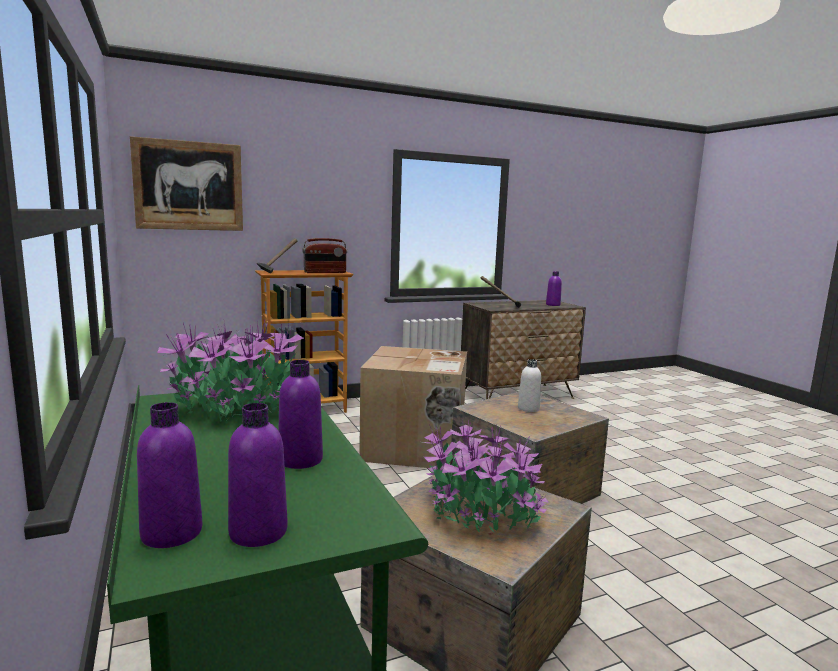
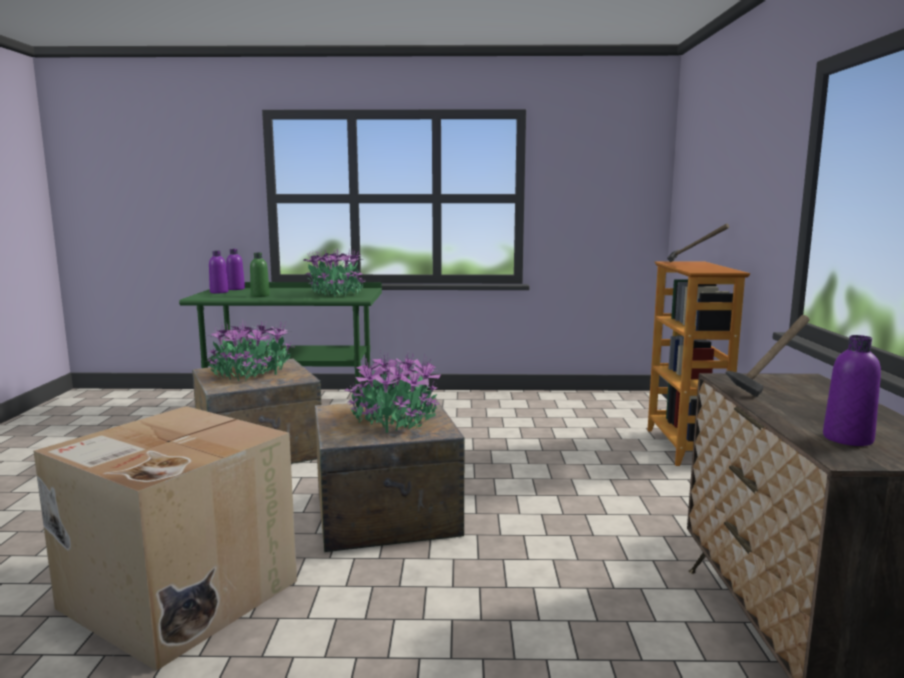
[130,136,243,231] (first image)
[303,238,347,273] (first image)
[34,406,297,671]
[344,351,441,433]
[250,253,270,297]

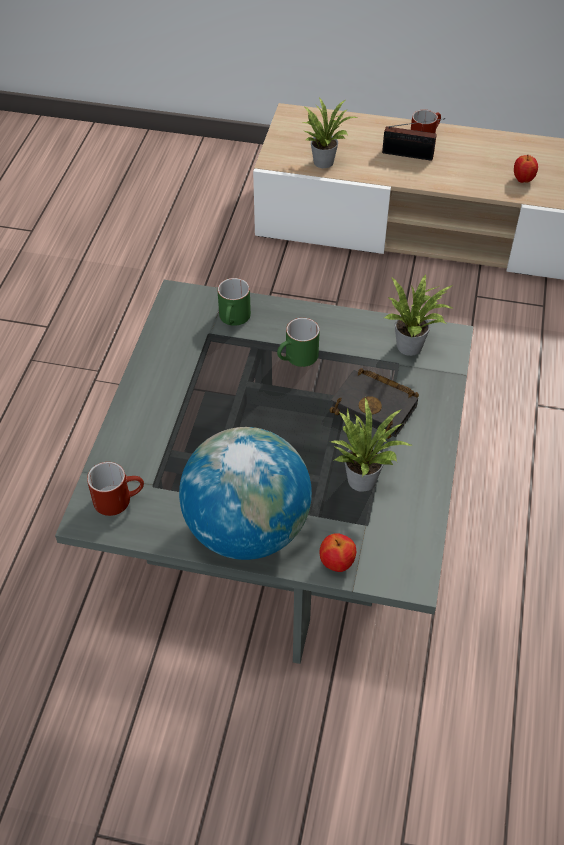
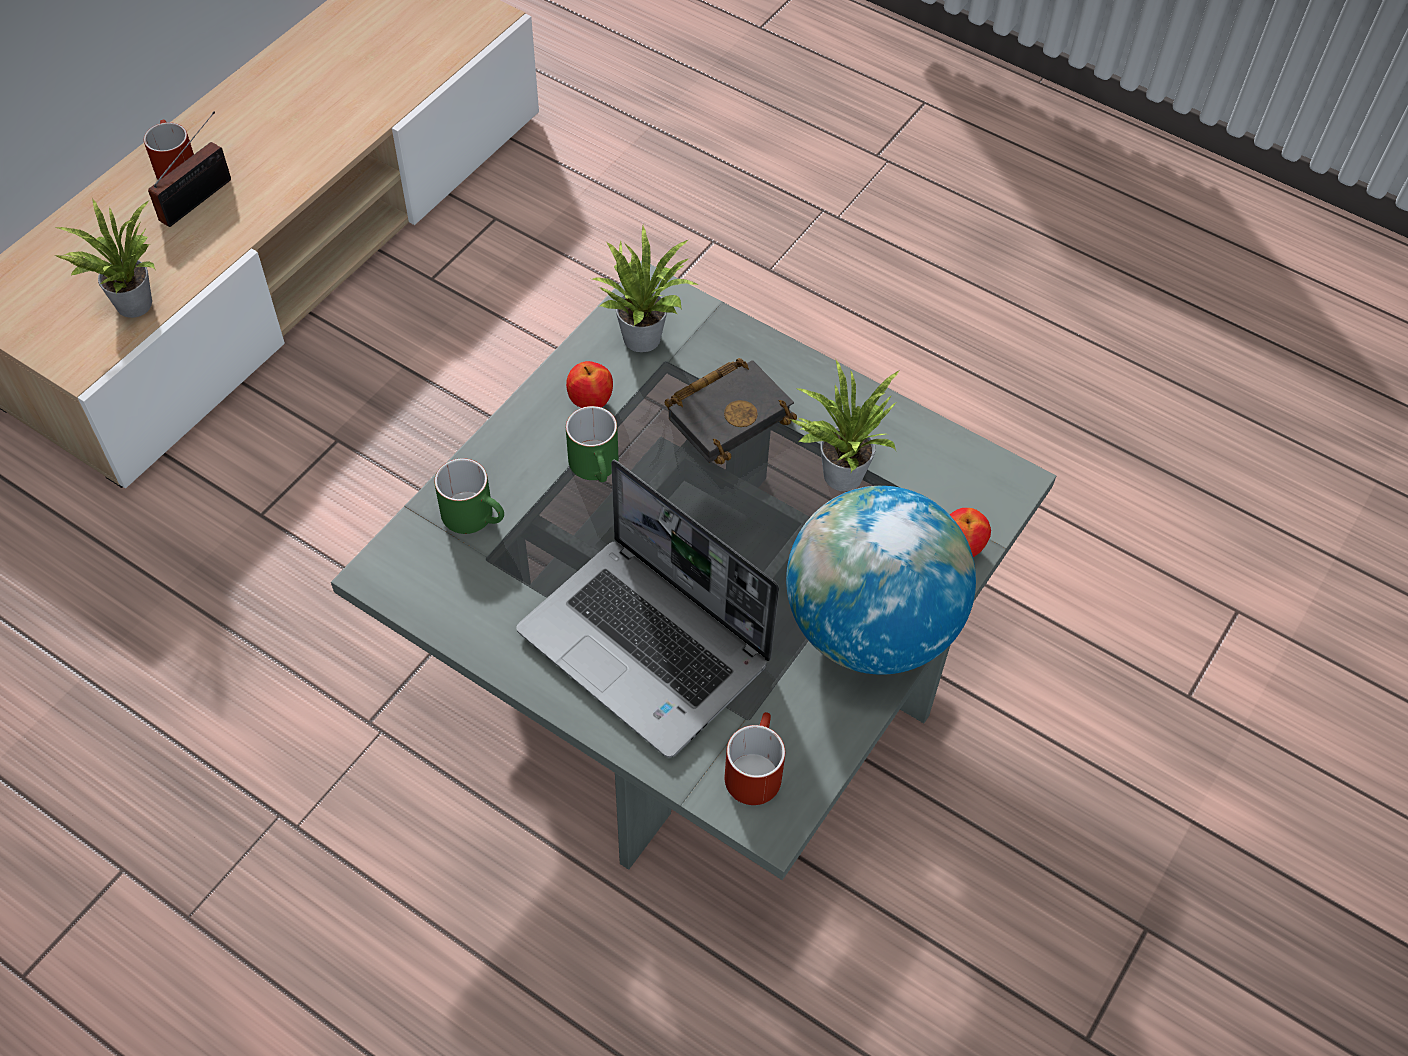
[516,459,779,758]
[566,361,613,408]

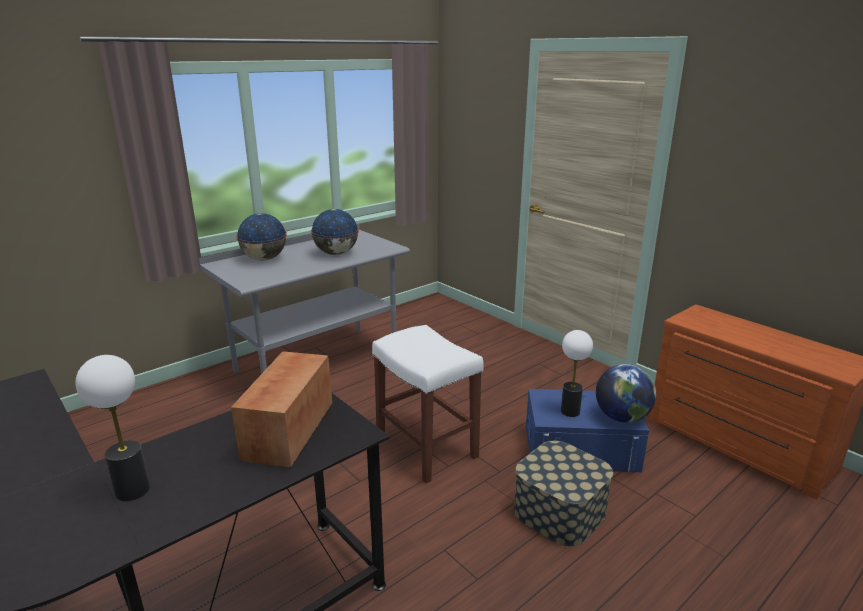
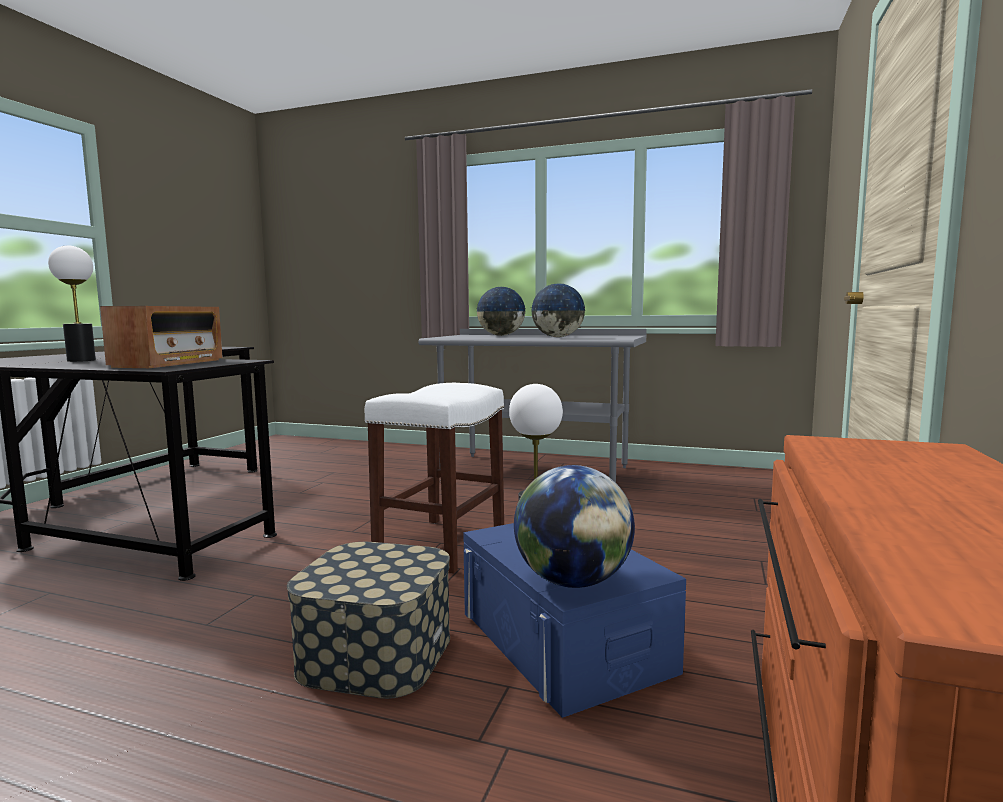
[100,306,223,368]

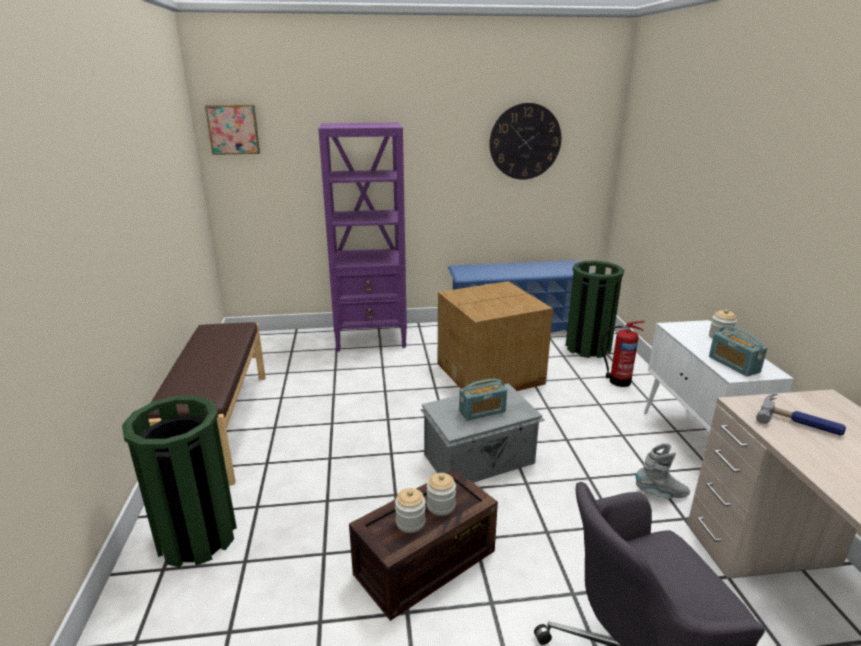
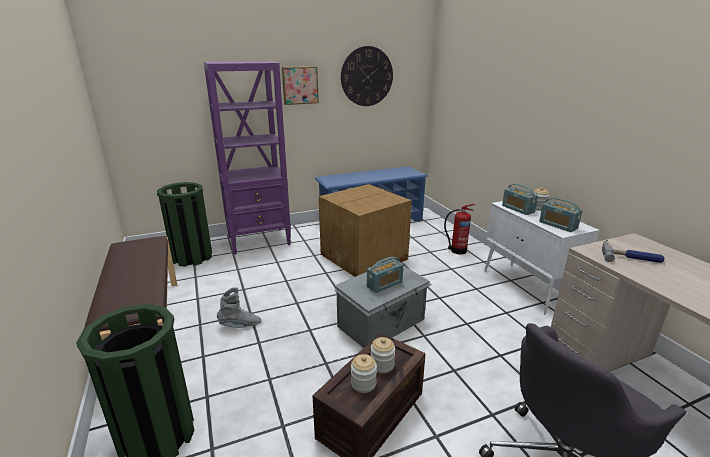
[502,184,538,215]
[282,66,319,105]
[157,182,212,267]
[217,287,261,328]

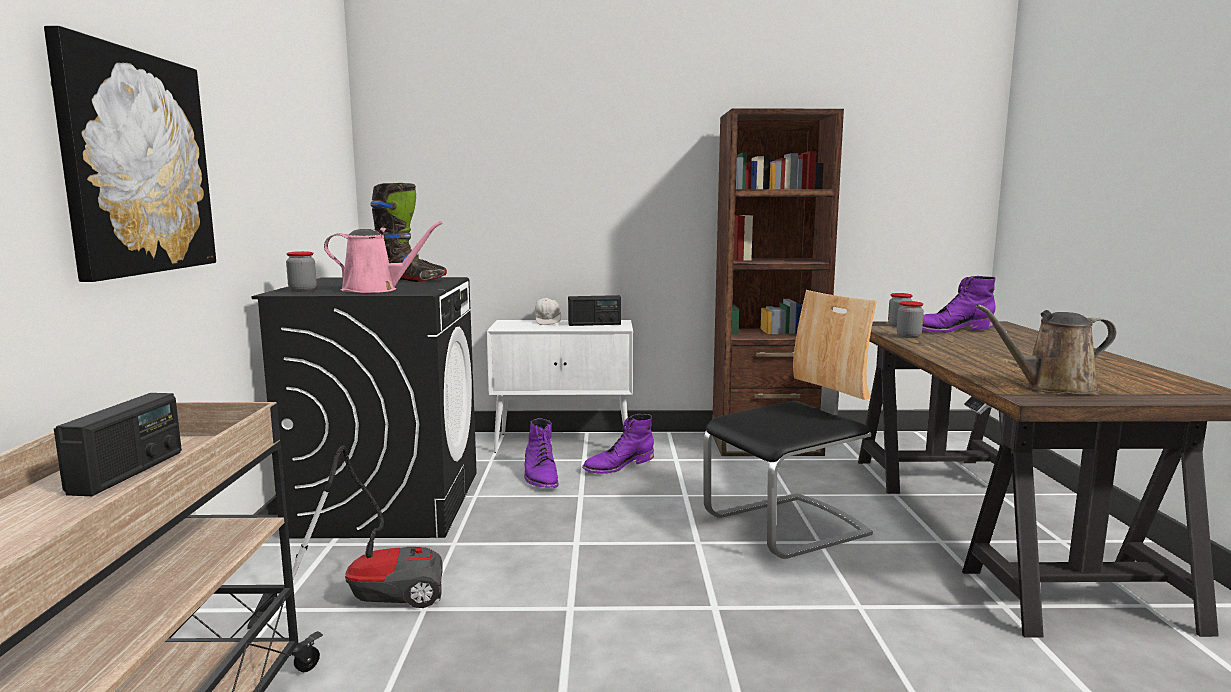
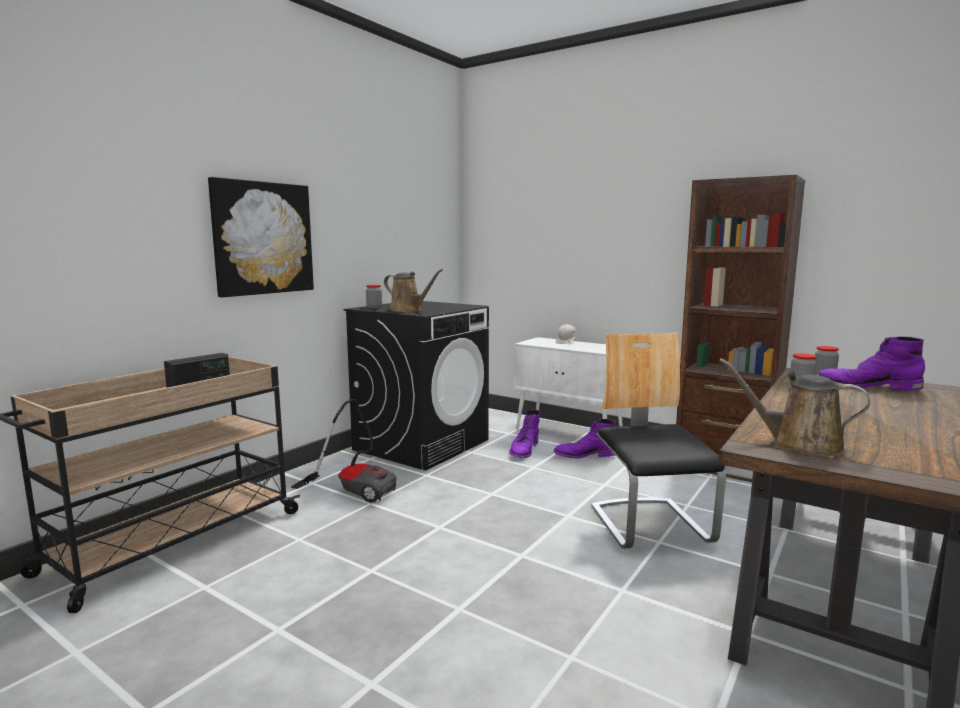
[370,183,447,282] (first image)
[568,295,621,326] (first image)
[384,269,443,312]
[591,332,726,549]

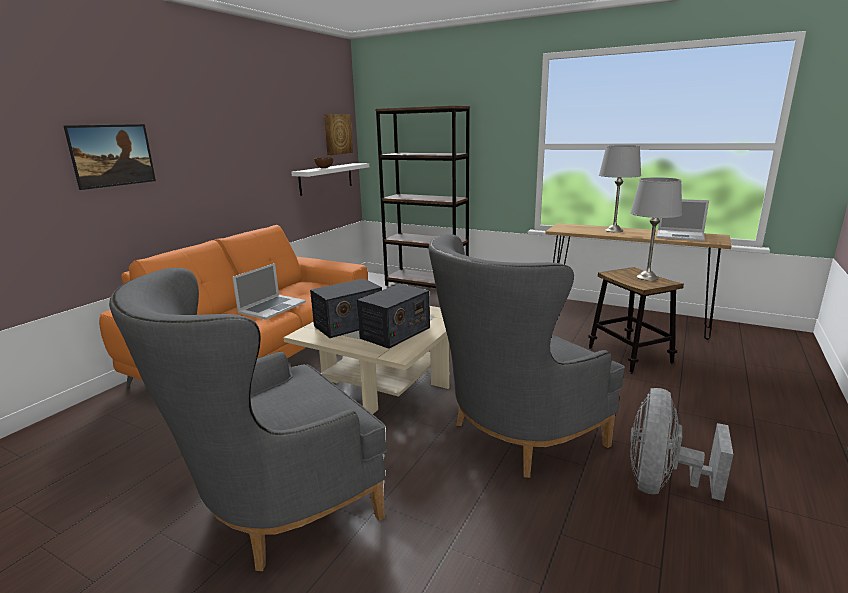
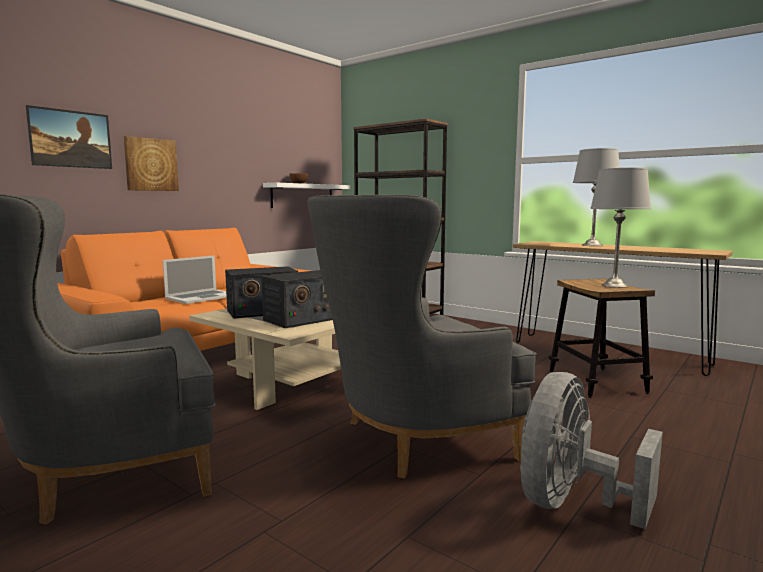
[656,199,709,241] (first image)
[124,136,179,191]

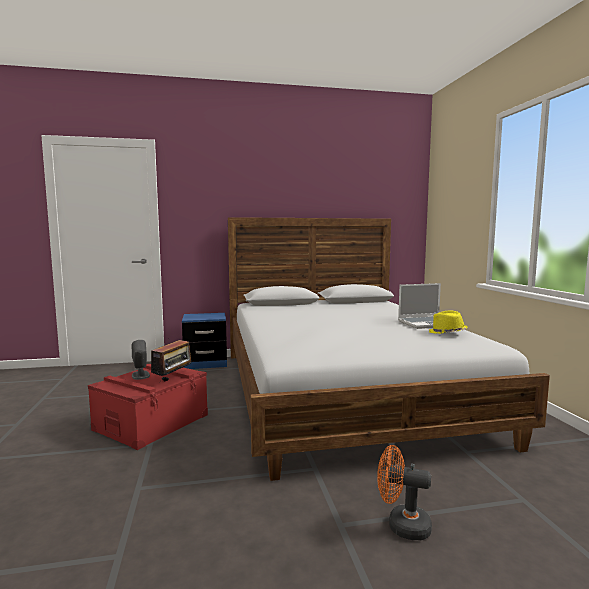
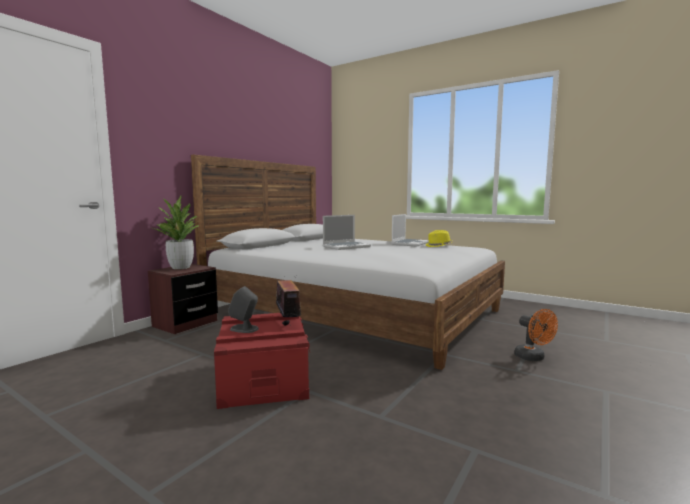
[153,196,199,269]
[323,215,371,250]
[148,264,218,334]
[514,309,558,361]

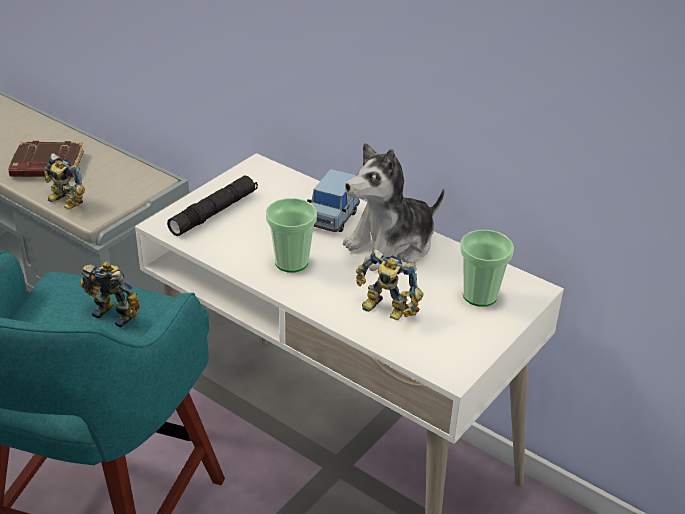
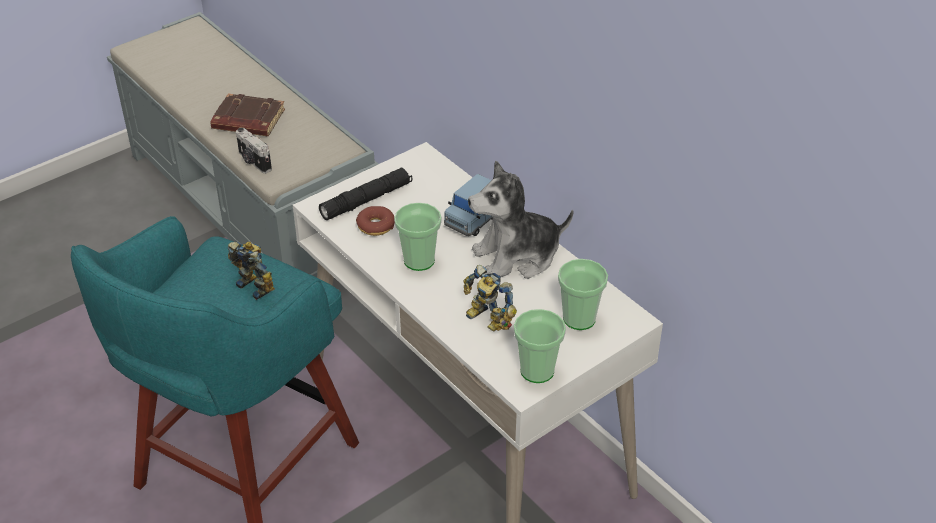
[356,206,395,236]
[514,309,566,383]
[236,128,272,174]

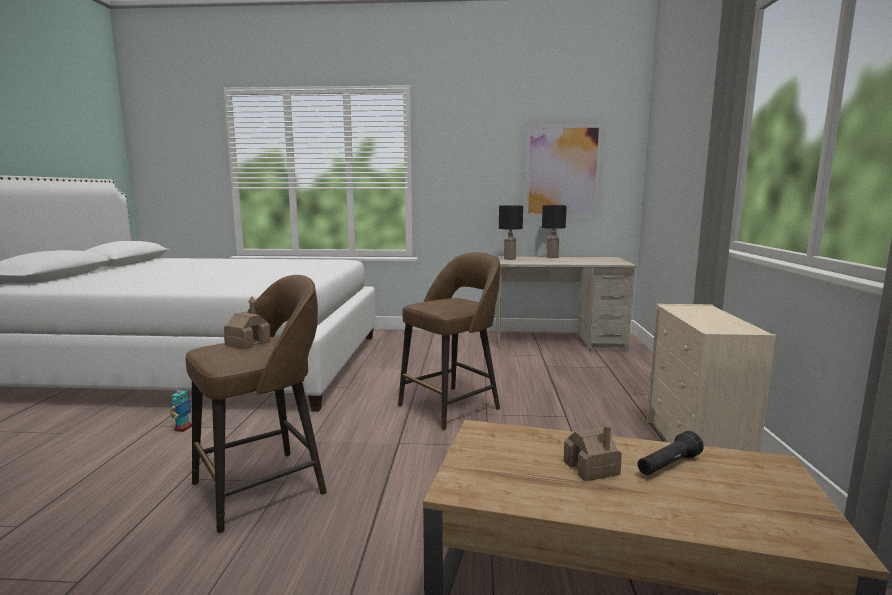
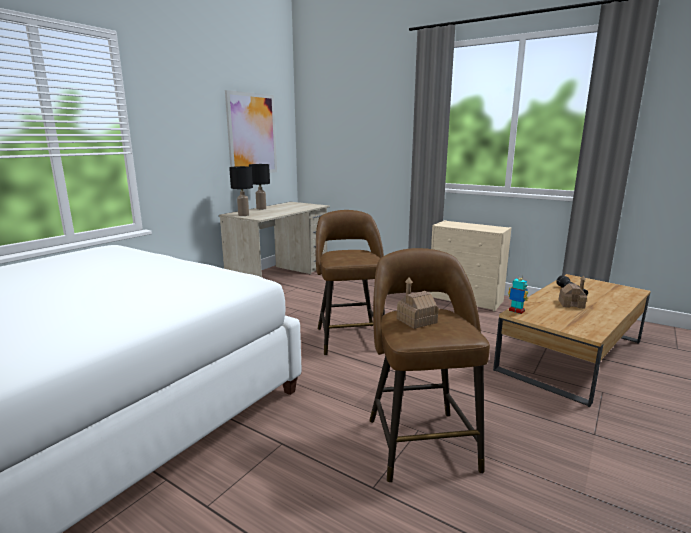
[508,274,528,314]

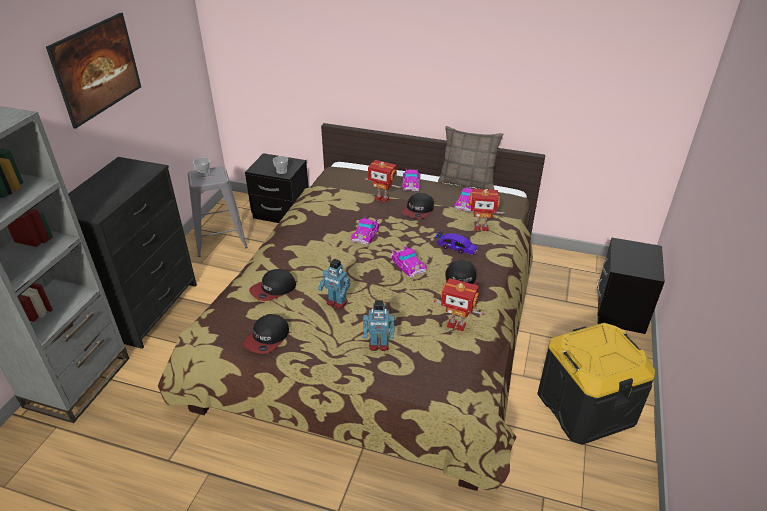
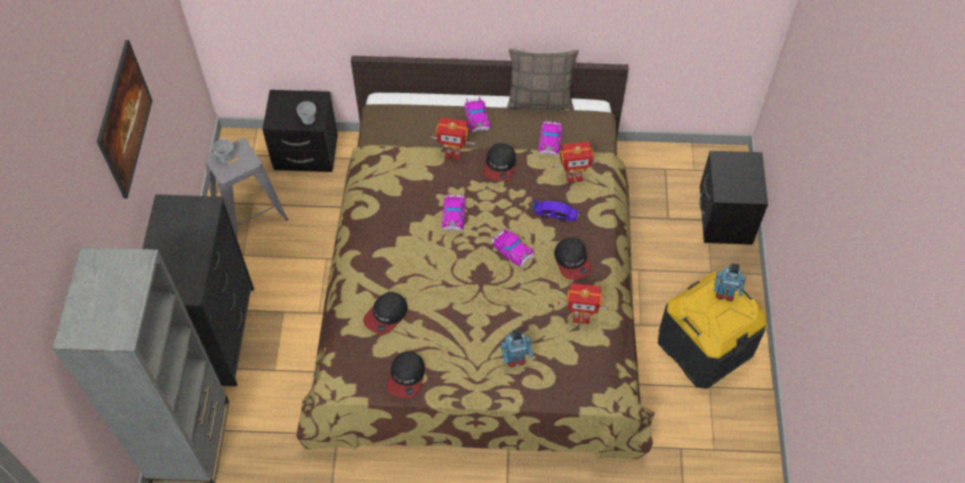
[714,263,746,301]

